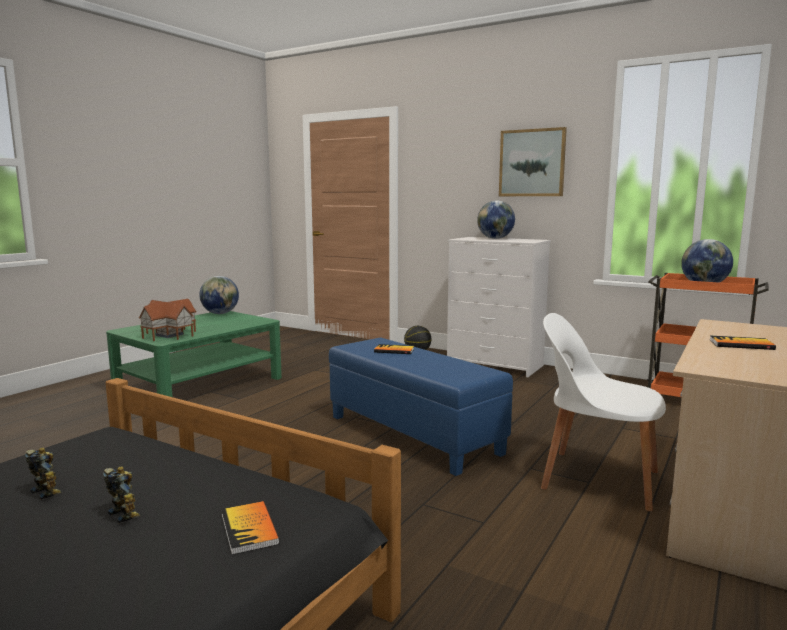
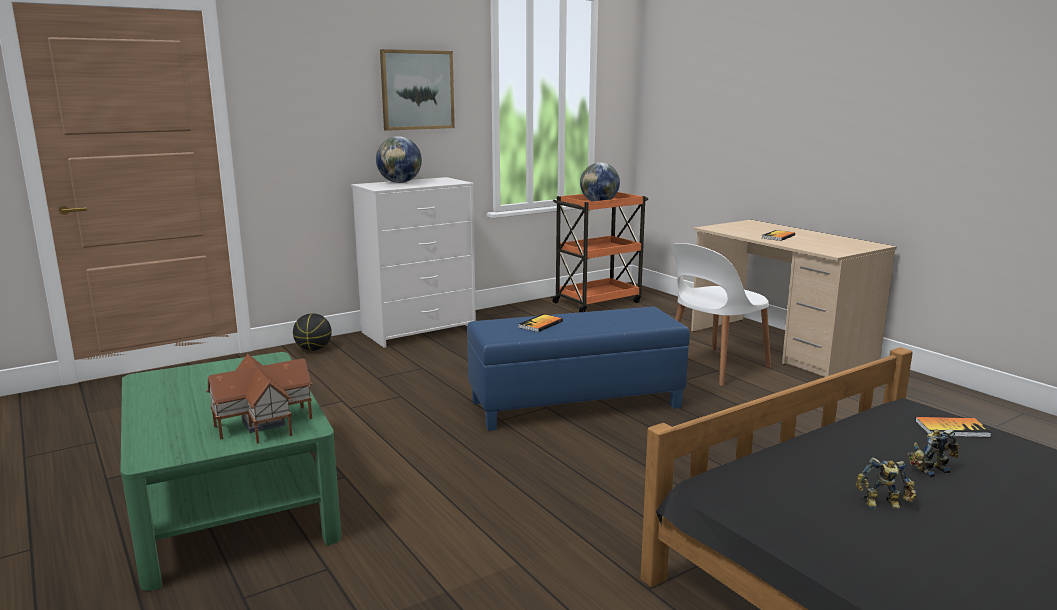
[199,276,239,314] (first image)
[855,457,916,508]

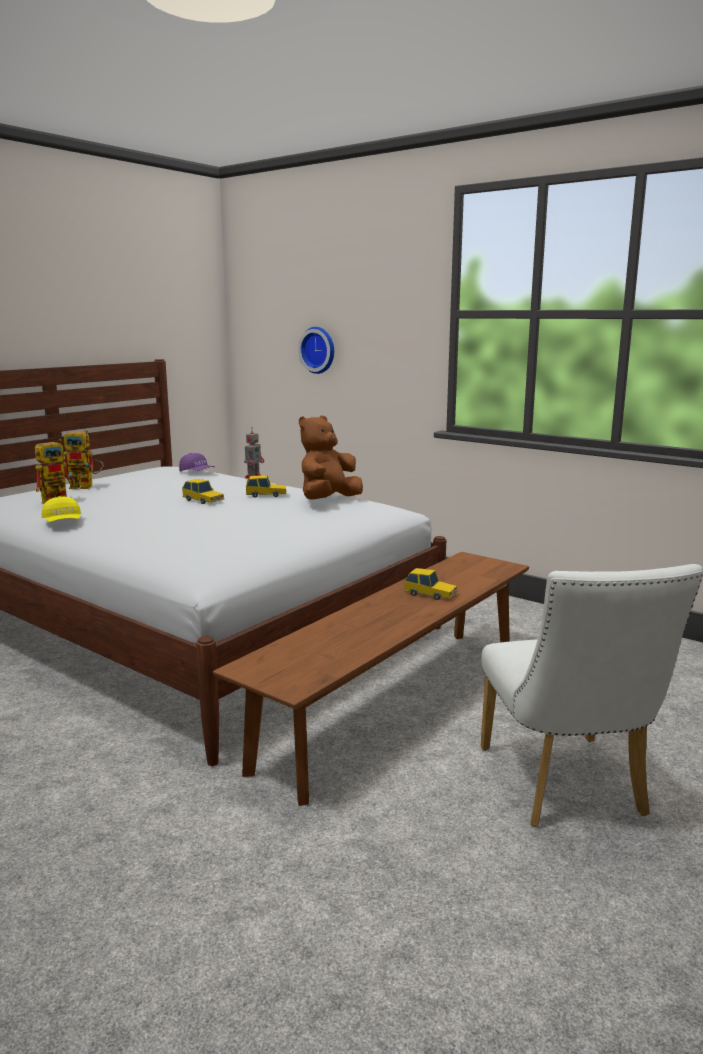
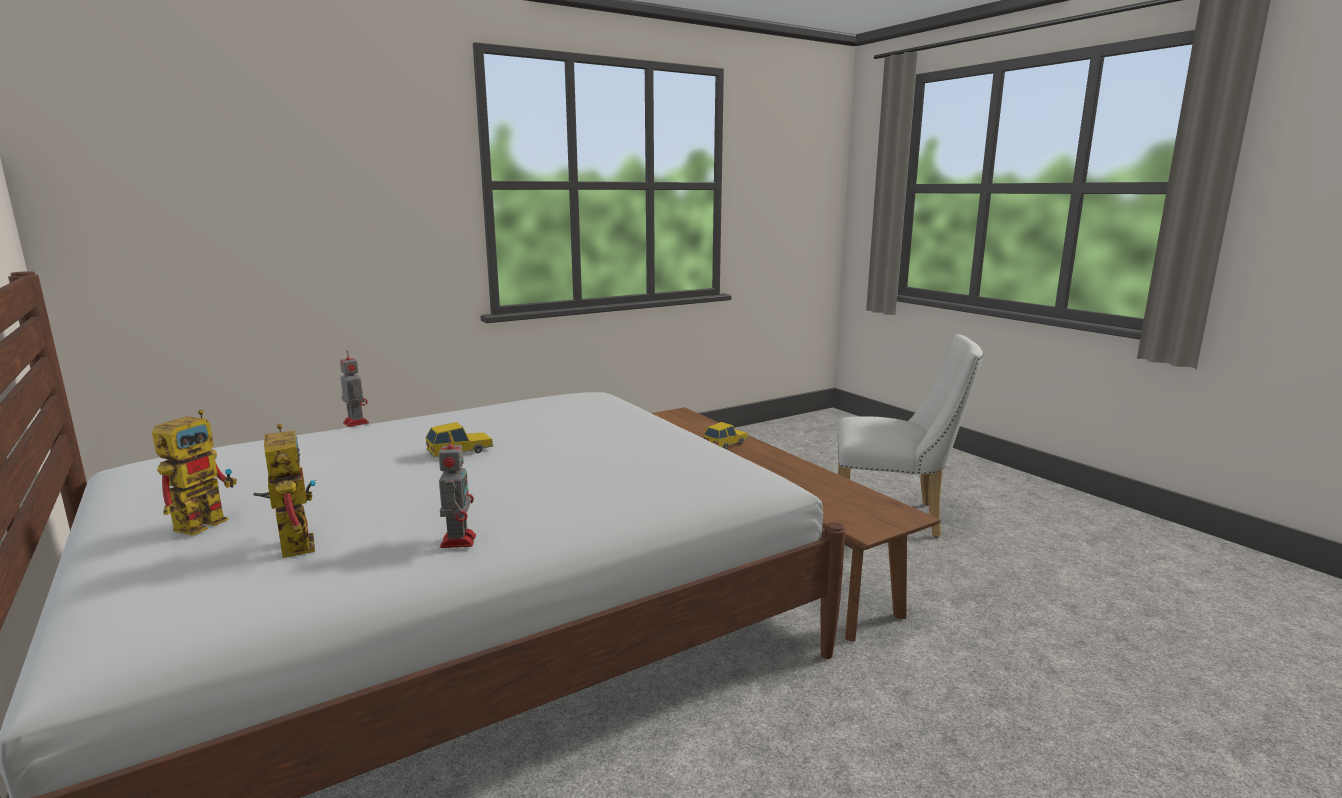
[179,453,215,471] (first image)
[246,475,287,497] (first image)
[298,327,334,374] (first image)
[299,415,363,500] (first image)
[439,434,476,548]

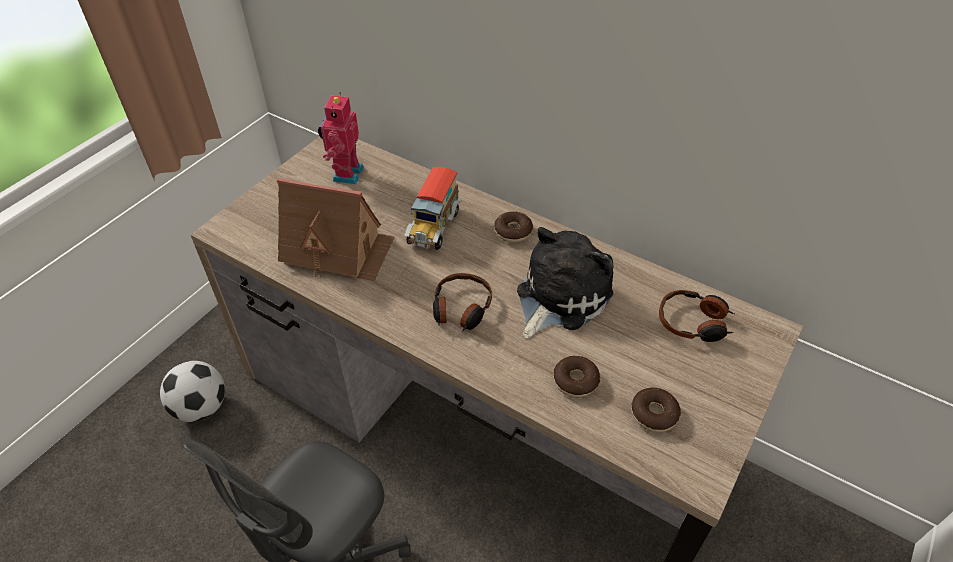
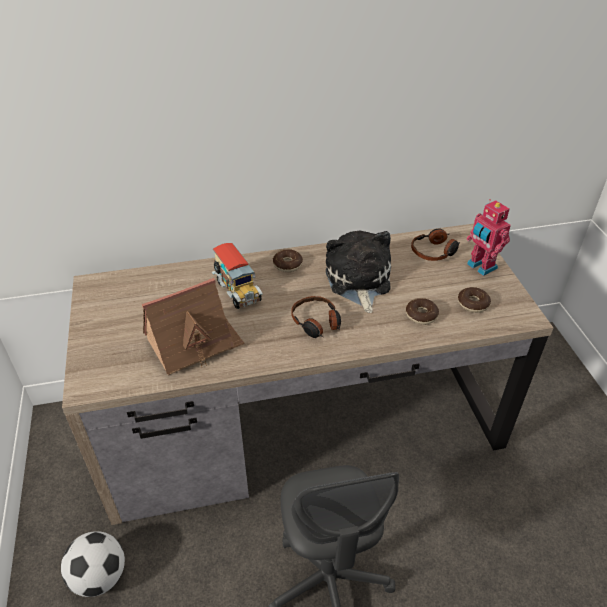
[467,199,511,276]

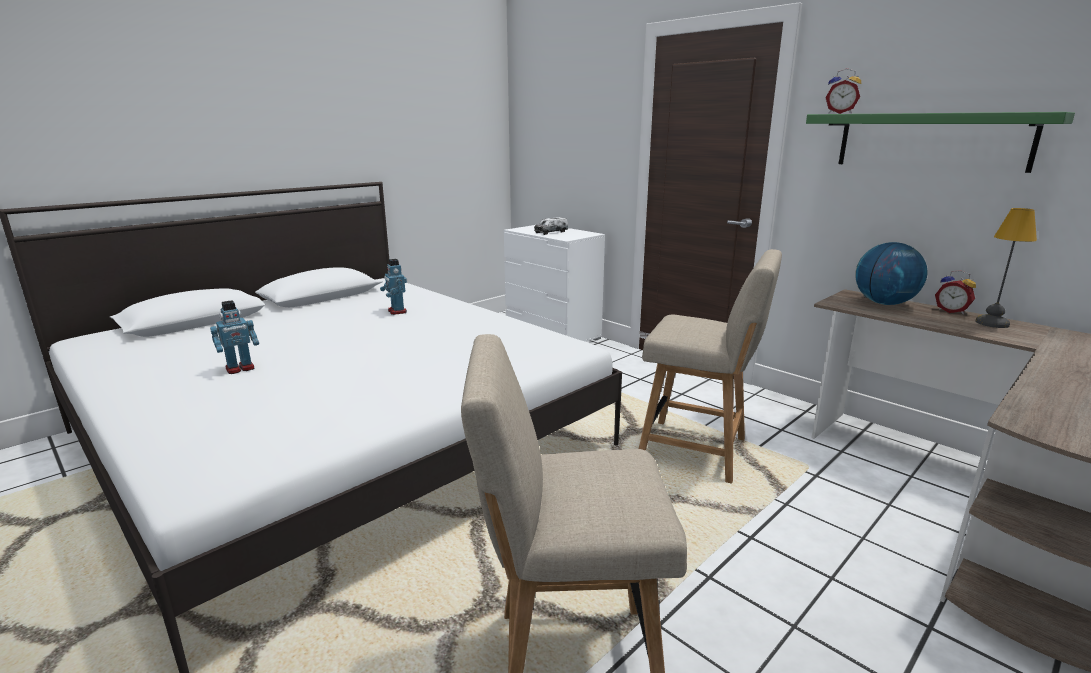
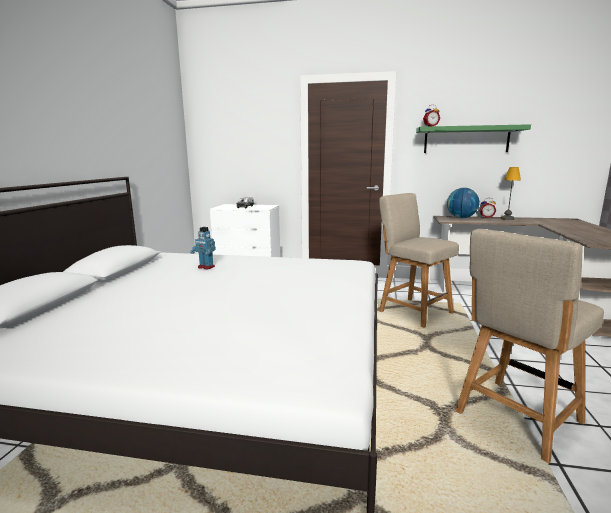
[210,300,259,374] (first image)
[379,193,459,328]

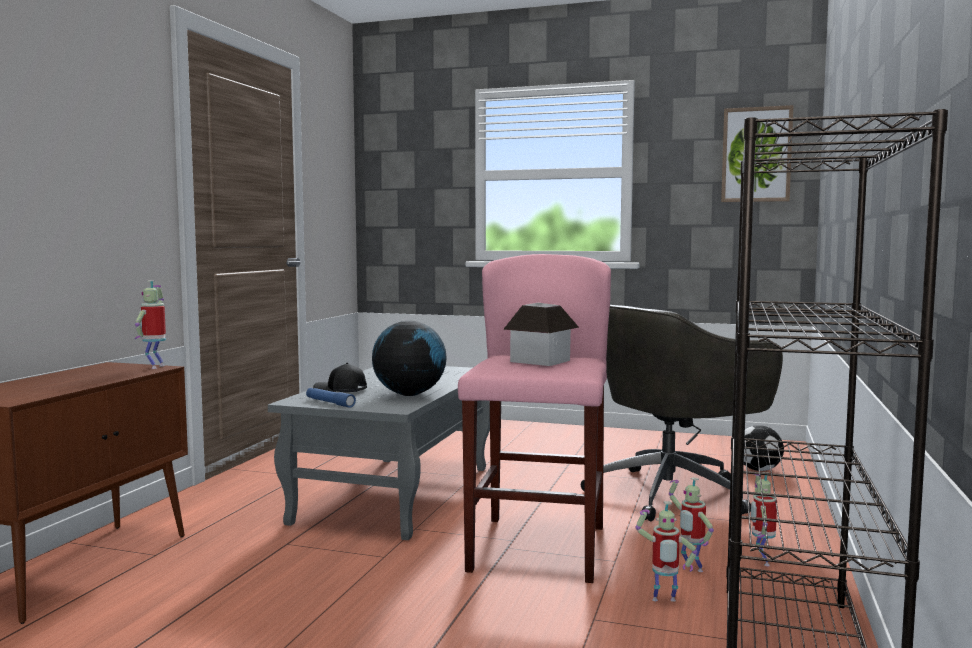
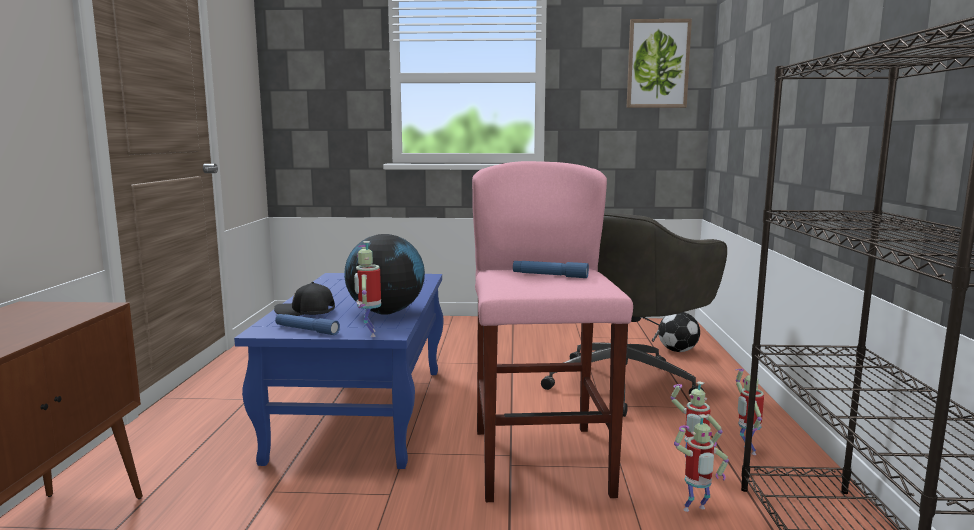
[354,241,381,337]
[513,261,589,278]
[234,273,444,469]

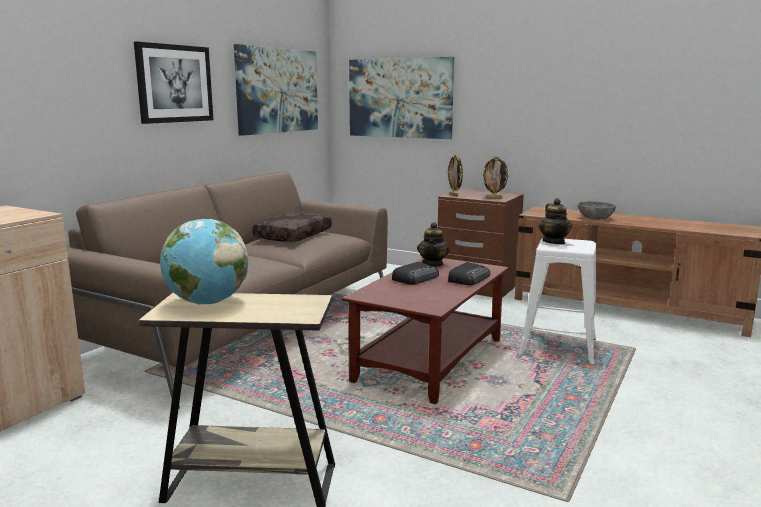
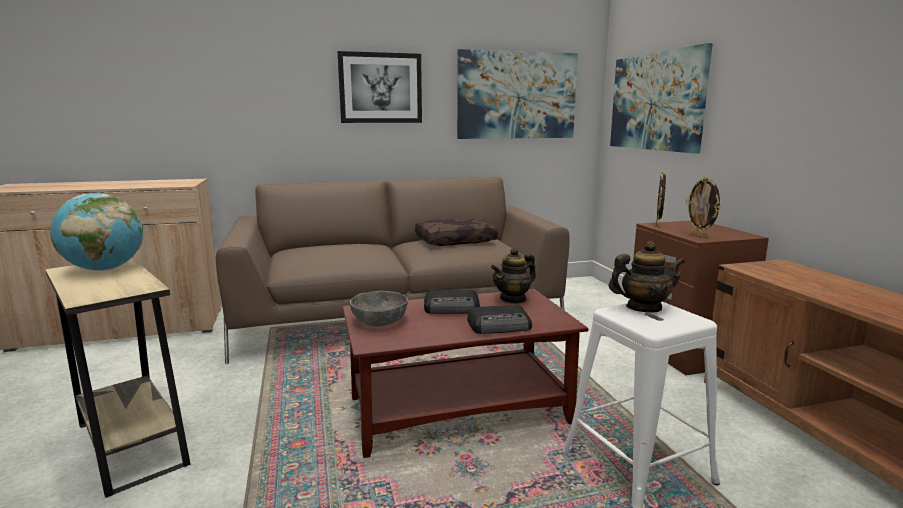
[350,291,408,326]
[609,241,685,313]

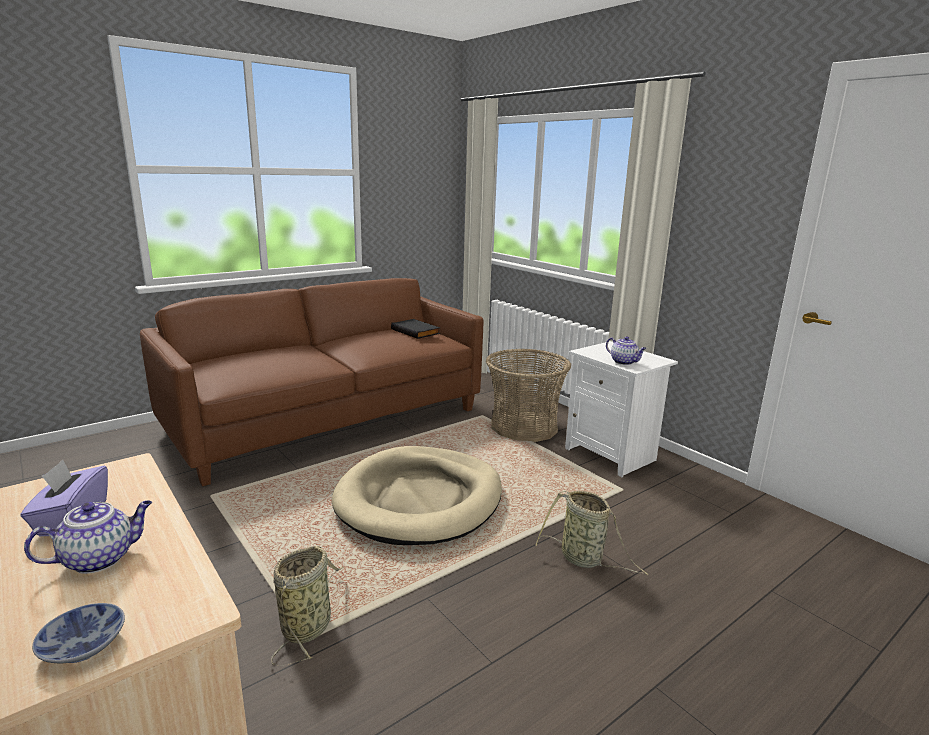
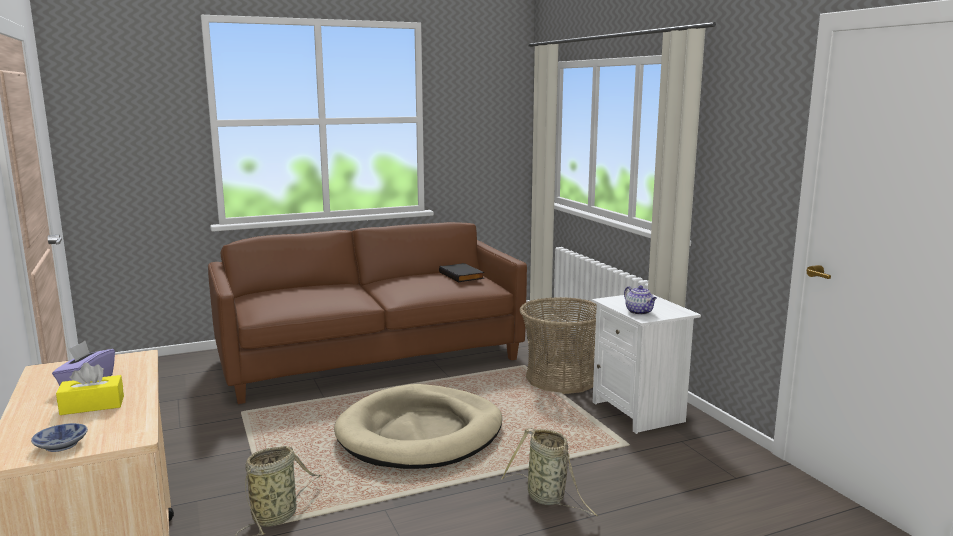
[56,362,124,415]

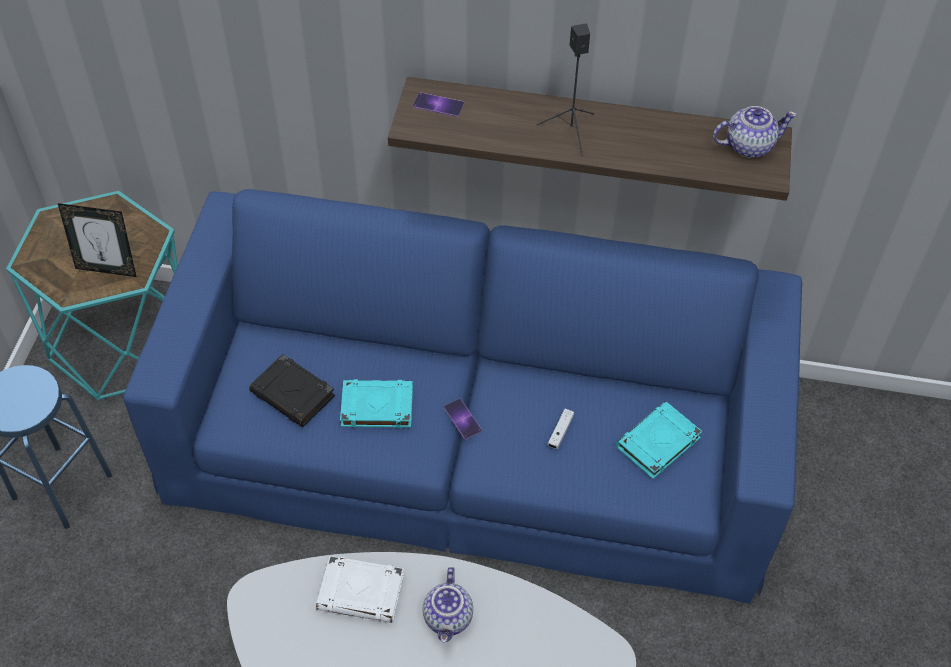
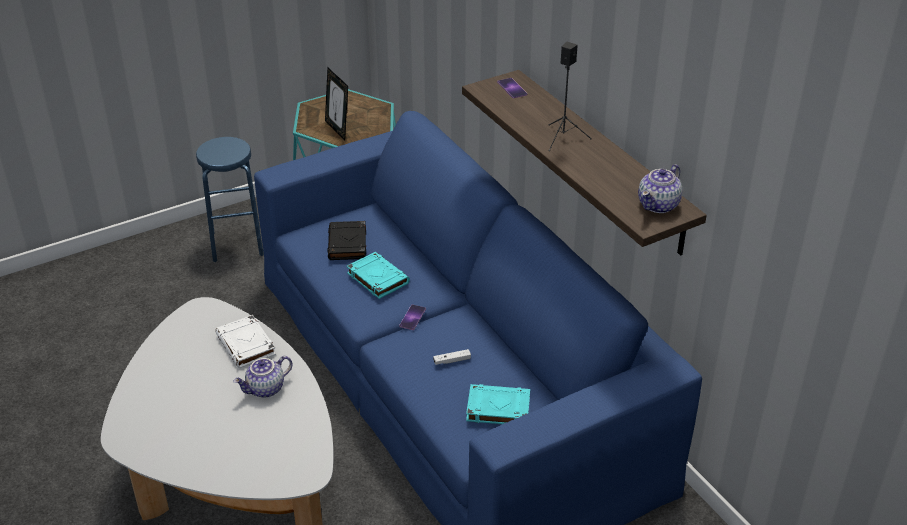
[638,164,683,213]

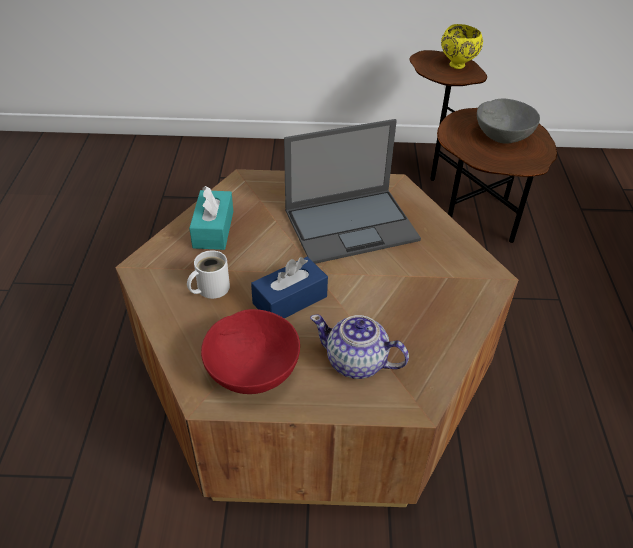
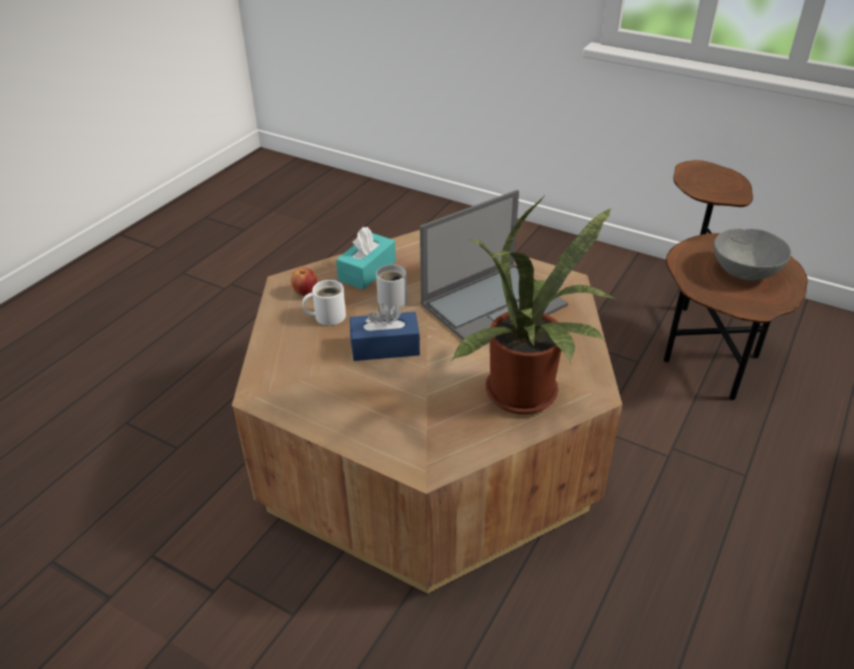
[201,309,300,394] (first image)
[310,314,409,379] (first image)
[441,24,483,69] (first image)
[291,267,317,296]
[376,264,407,309]
[451,196,615,414]
[420,190,568,345]

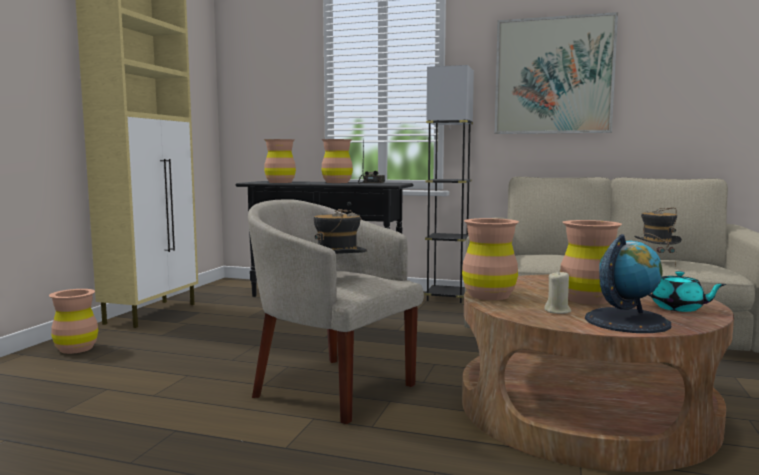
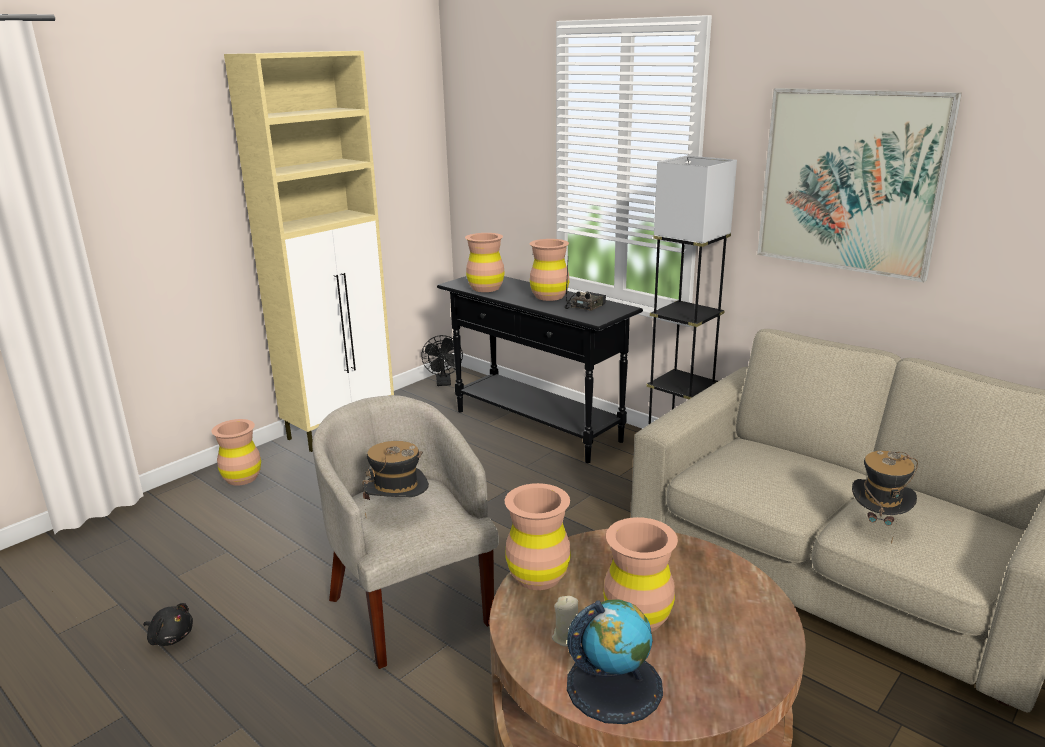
[648,271,727,312] (first image)
[143,603,193,646]
[421,335,463,386]

